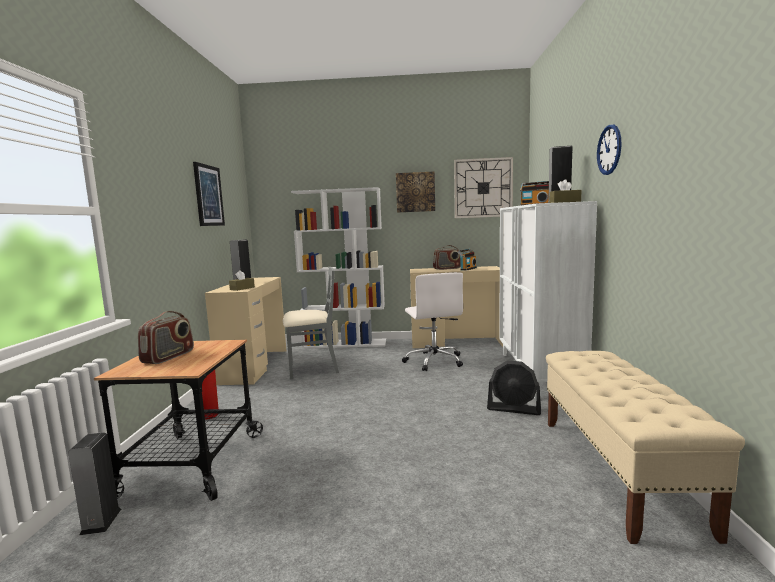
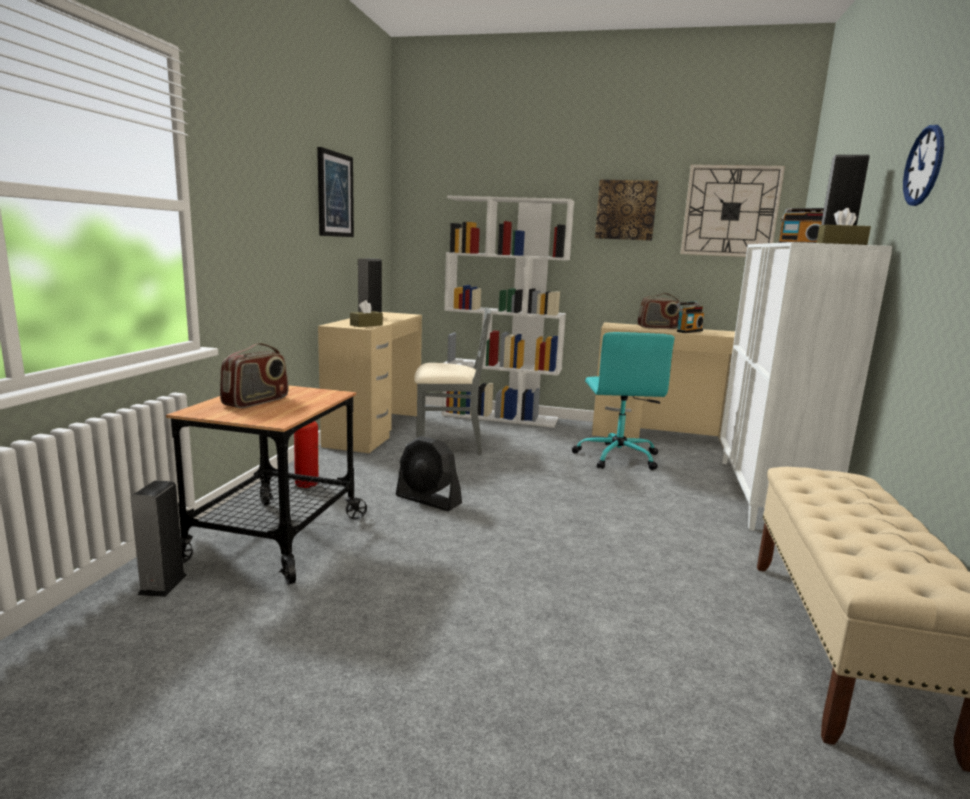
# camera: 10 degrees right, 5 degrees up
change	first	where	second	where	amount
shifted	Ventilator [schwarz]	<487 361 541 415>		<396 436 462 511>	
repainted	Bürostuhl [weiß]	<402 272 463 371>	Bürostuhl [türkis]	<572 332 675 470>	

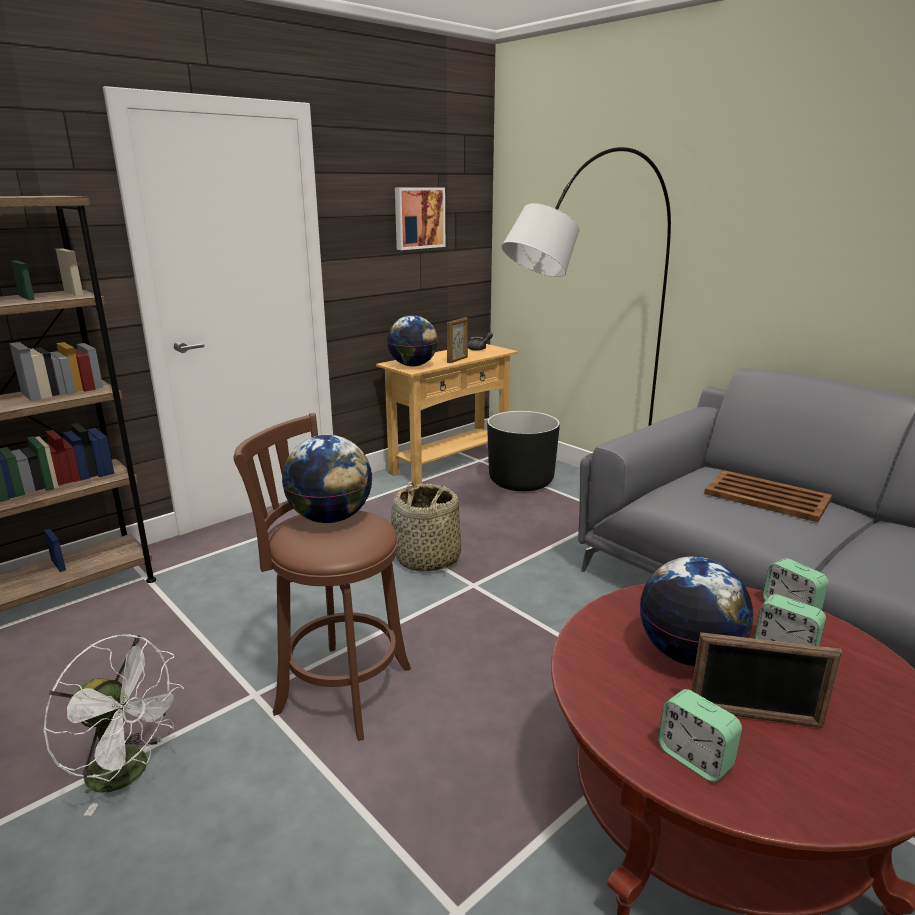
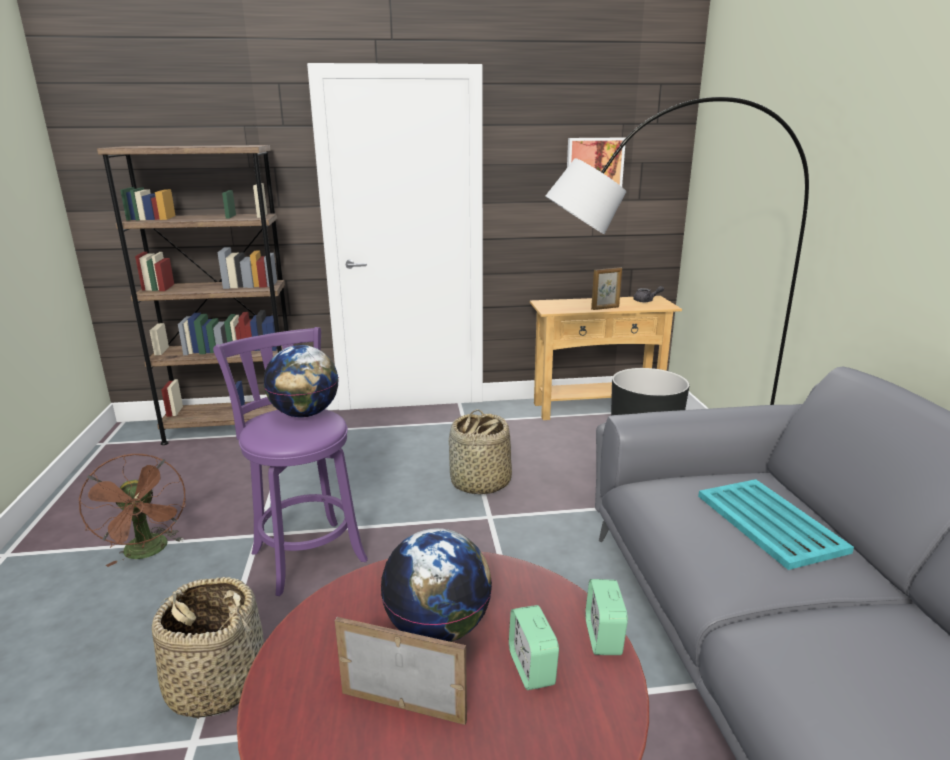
# camera: 35 degrees right, 0 degrees up
change	first	where	second	where	amount
gone	Globus	<387 315 438 366>			
gone	Wecker	<658 689 742 782>			
new			Korb	<152 577 264 719>	
repainted	Ventilator [weiß]	<43 634 184 816>	Ventilator [braun]	<79 454 186 567>	
repainted	Hocker [braun]	<234 413 411 741>	Hocker [lila]	<213 327 368 596>	
repainted	Tablett [braun]	<704 470 832 522>	Tablett [türkis]	<698 479 854 570>	
rotated	Bilderrahmen	<691 632 842 728>		<335 617 467 725>	150 degrees clockwise

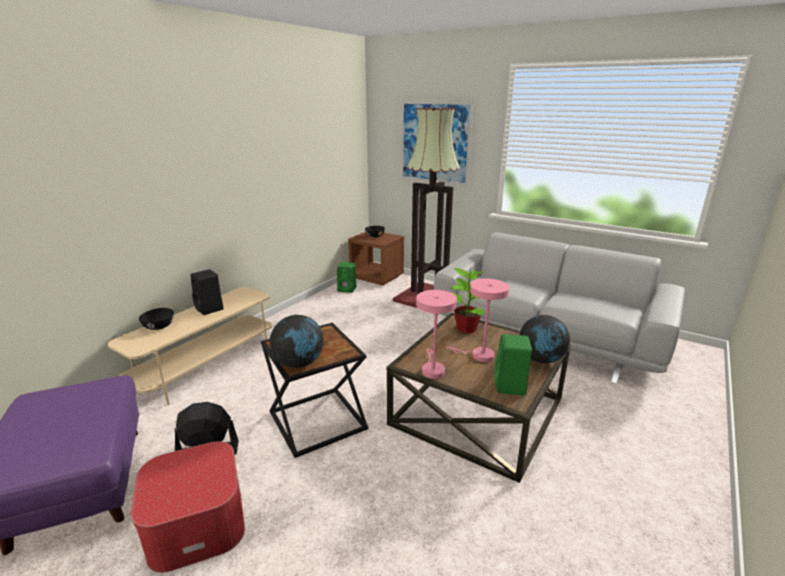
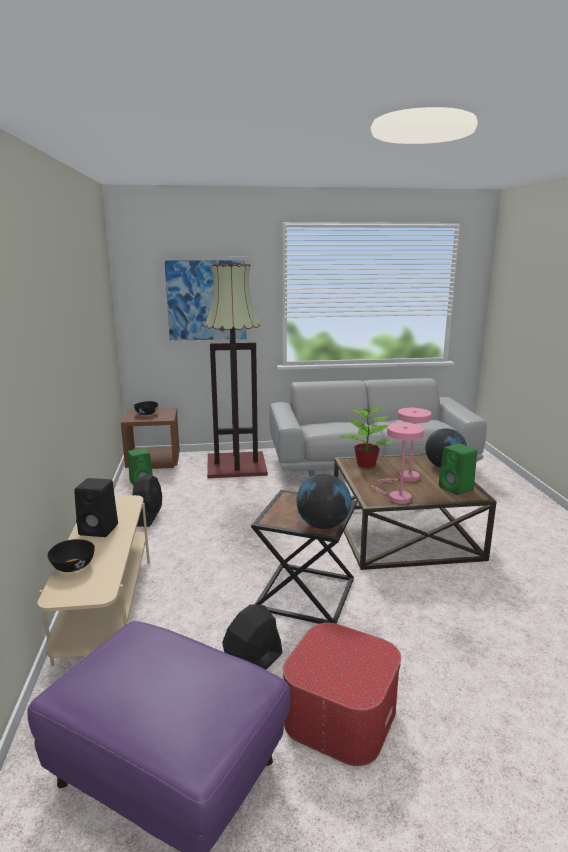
# camera: 40 degrees left, 5 degrees down
change	first	where	second	where	amount
new			Ventilator [schwarz]	<132 474 162 527>	

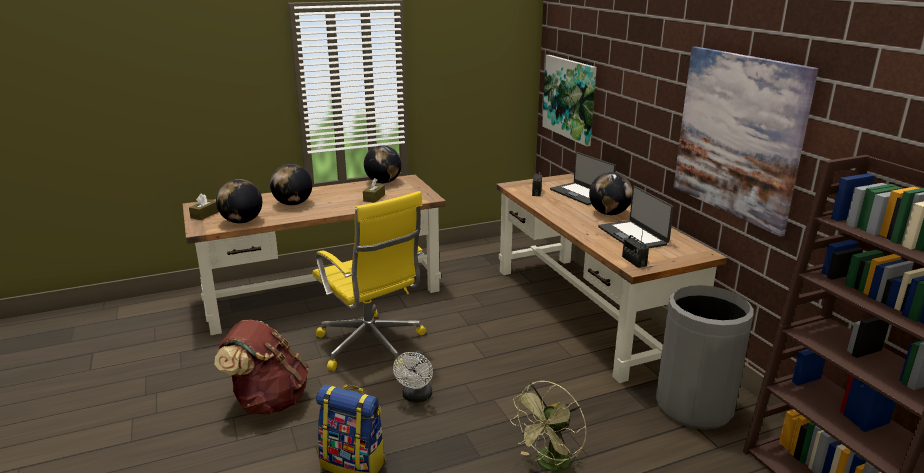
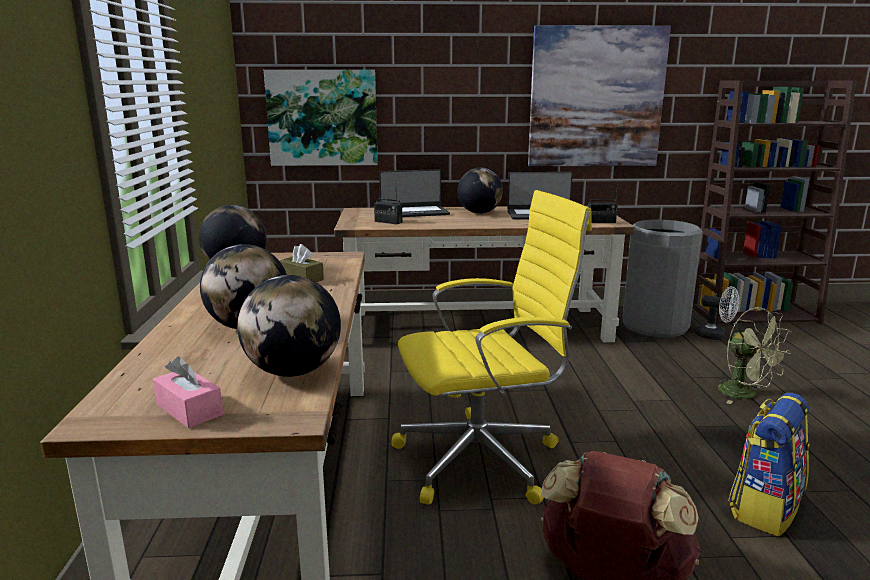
# camera: 70 degrees left, 5 degrees down
change	first	where	second	where	amount
shifted	Ventilator [weiß]	<393 351 433 402>		<695 286 739 340>	
repainted	Taschentuchbox [braun]	<189 193 219 220>	Taschentuchbox [rosa]	<153 356 223 428>	

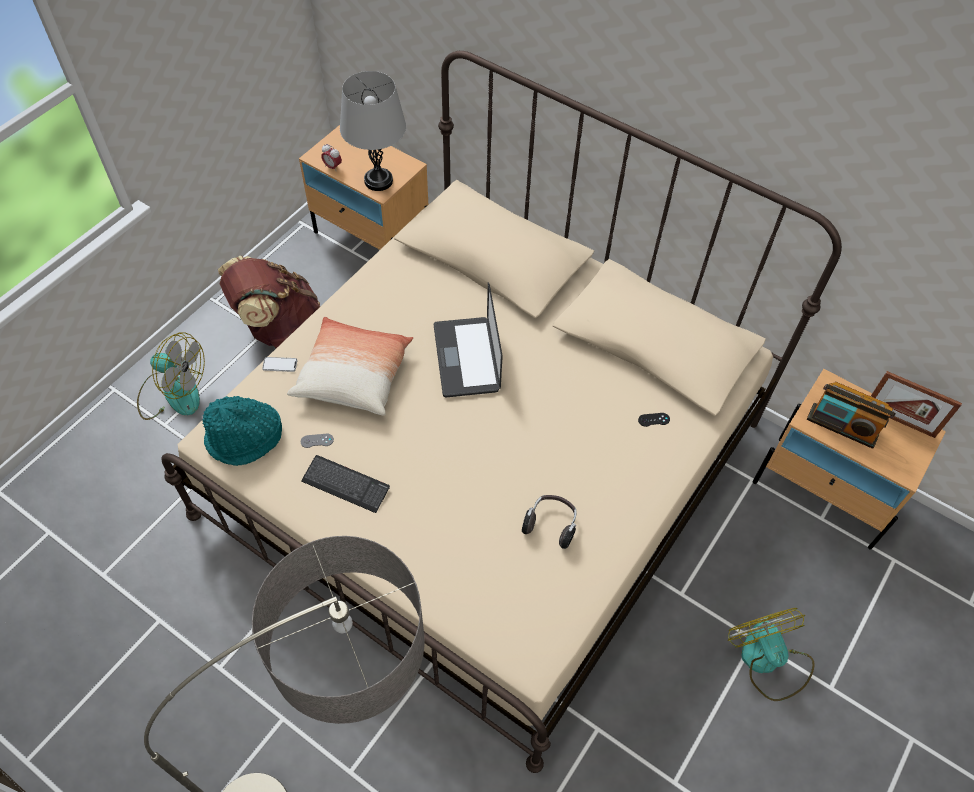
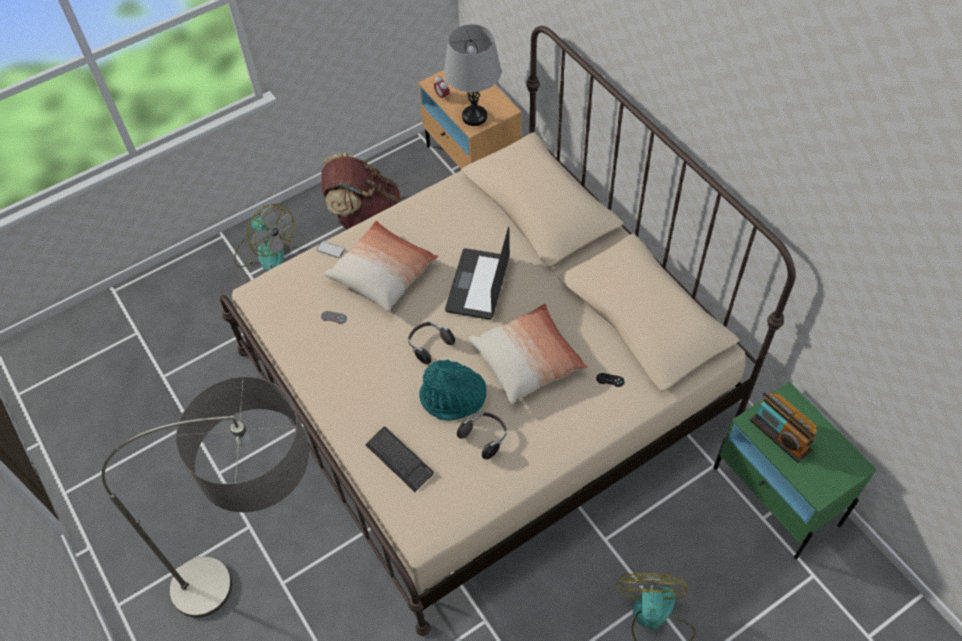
# camera: 25 degrees right, 0 degrees up
change	first	where	second	where	amount
gone	Bilderrahmen	<871 371 962 438>			
new			Kopfhörer	<408 322 455 364>	
new			Kissen	<468 304 588 404>	
shifted	Hut [türkis]	<202 396 282 466>		<419 360 487 421>	
shifted	Tastatur	<302 455 390 513>		<366 426 434 492>	
repainted	Nachttisch [beige]	<753 369 946 550>	Nachttisch [grün]	<713 382 877 559>	

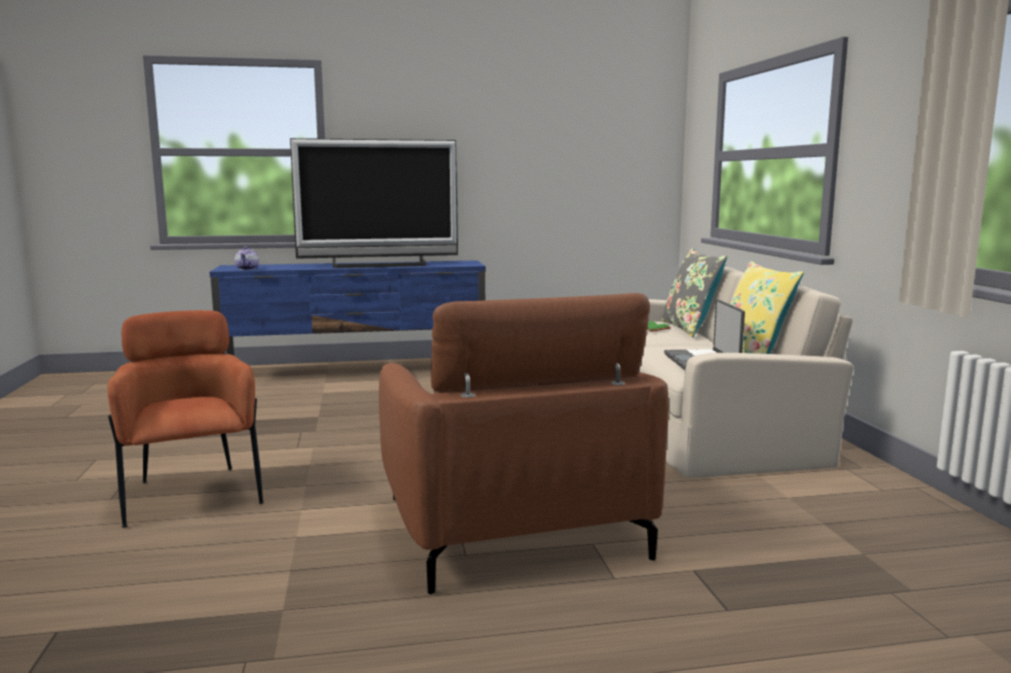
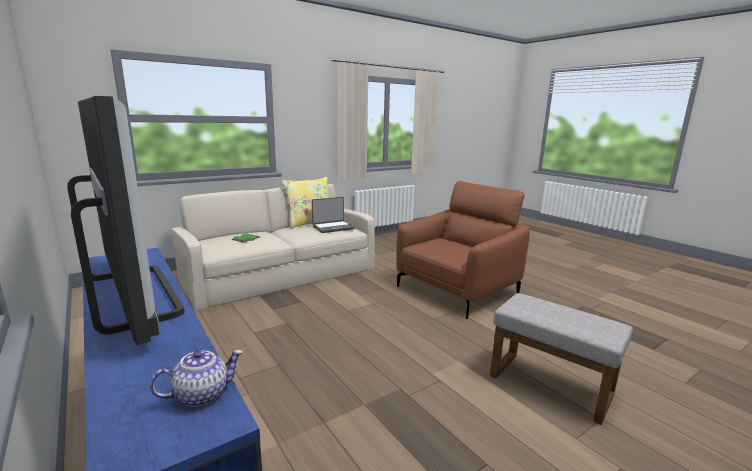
# camera: 115 degrees left, 5 degrees up
change	first	where	second	where	amount
gone	Kissen [grau]	<661 248 727 337>			
swapped	Sessel [braun]	<107 310 263 528>	Polsterhocker [grau]	<490 293 633 425>	

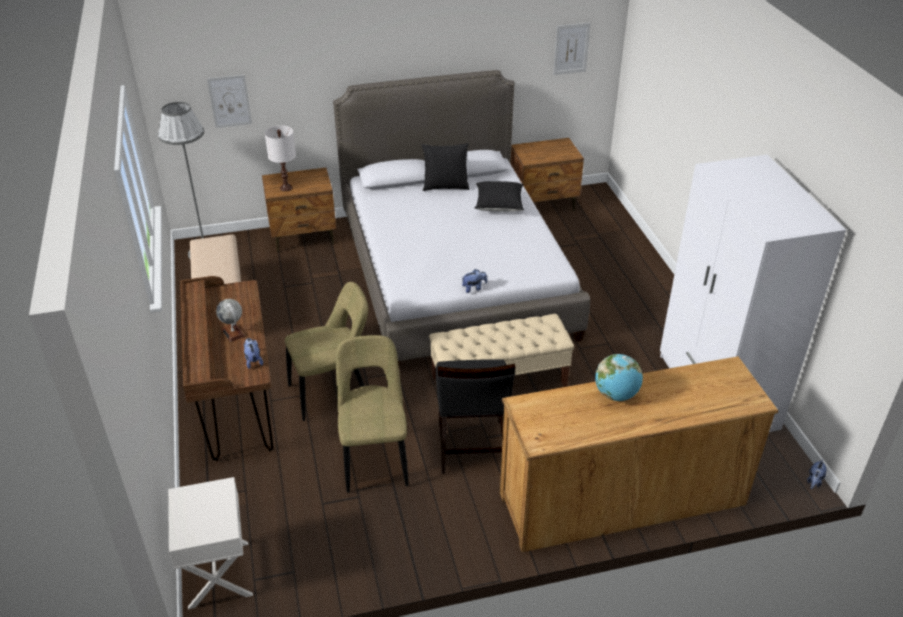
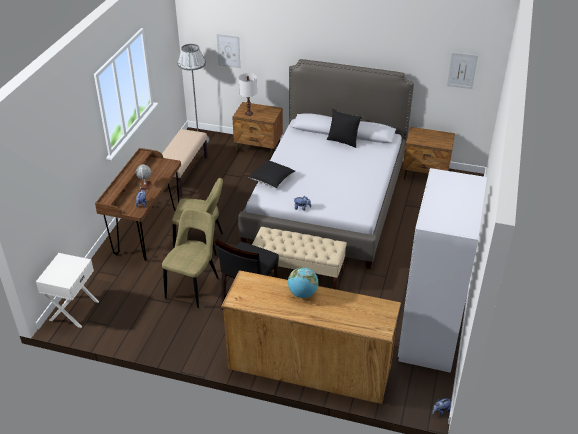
# camera: 30 degrees right, 0 degrees up
change	first	where	second	where	amount
shifted	Kissen [schwarz]	<475 181 524 212>		<248 160 295 188>	

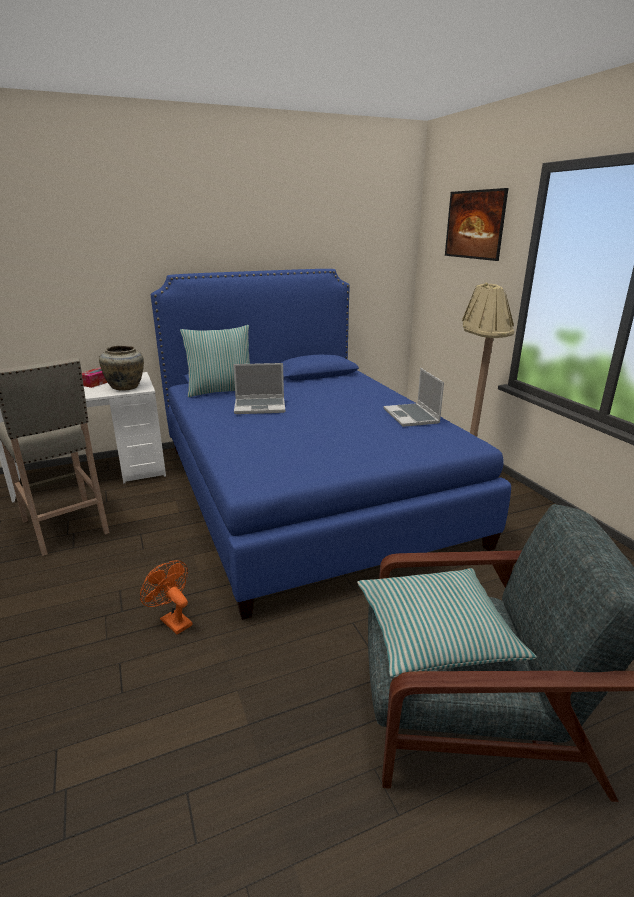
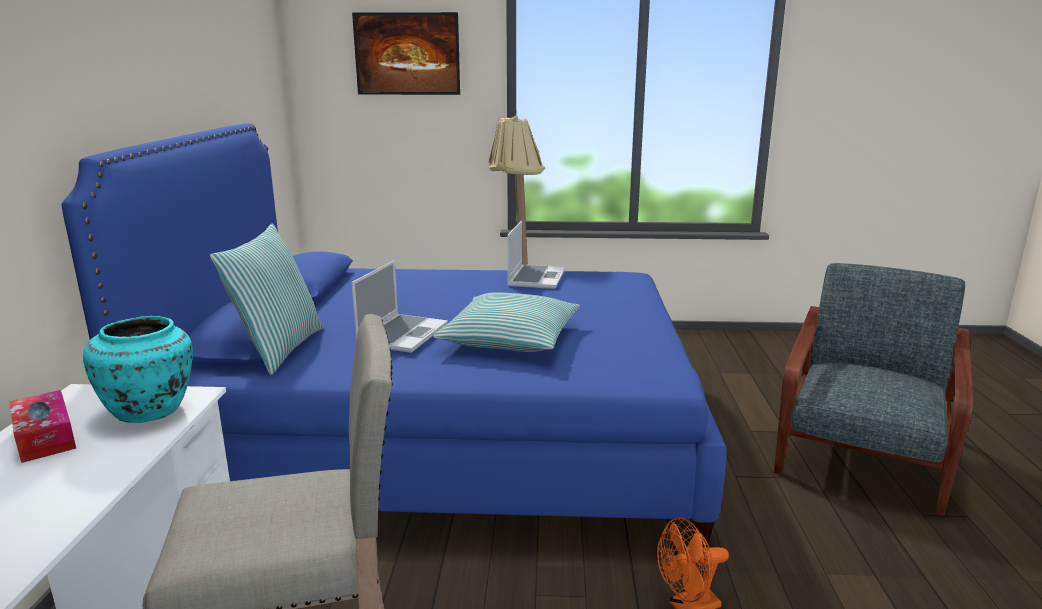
# camera: 65 degrees left, 5 degrees down
change	first	where	second	where	amount
shifted	Kissen	<357 568 537 677>		<433 292 580 352>	
repainted	Vase [beige]	<99 346 144 390>	Vase [türkis]	<83 316 193 423>	
rotated	Laptop	<384 368 444 427>		<507 221 565 289>	90 degrees counterclockwise

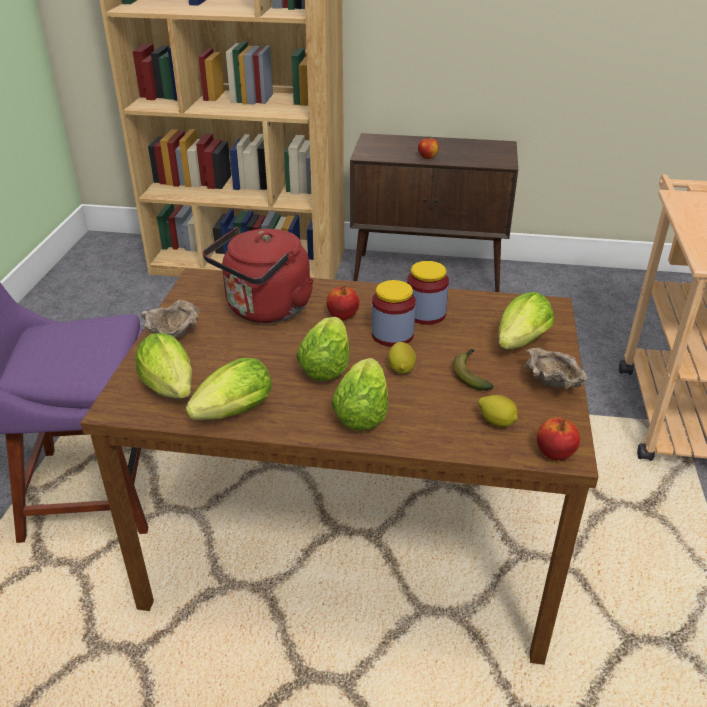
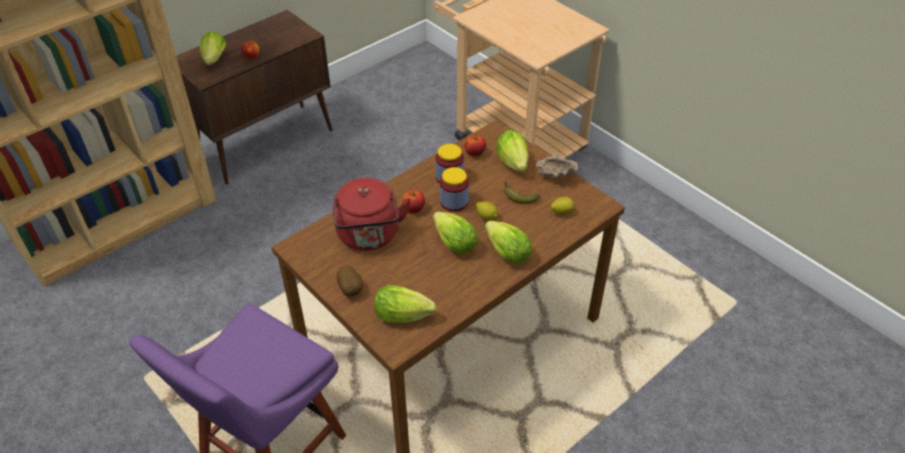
# camera: 50 degrees left, 10 degrees up
change	first	where	second	where	amount
shifted	Salatkopf	<186 358 272 420>		<199 31 227 65>	
shifted	Apfel	<537 418 580 460>		<465 135 486 157>	
swapped	Schüssel [beige]	<141 300 201 338>	Kartoffel	<337 265 363 297>	

